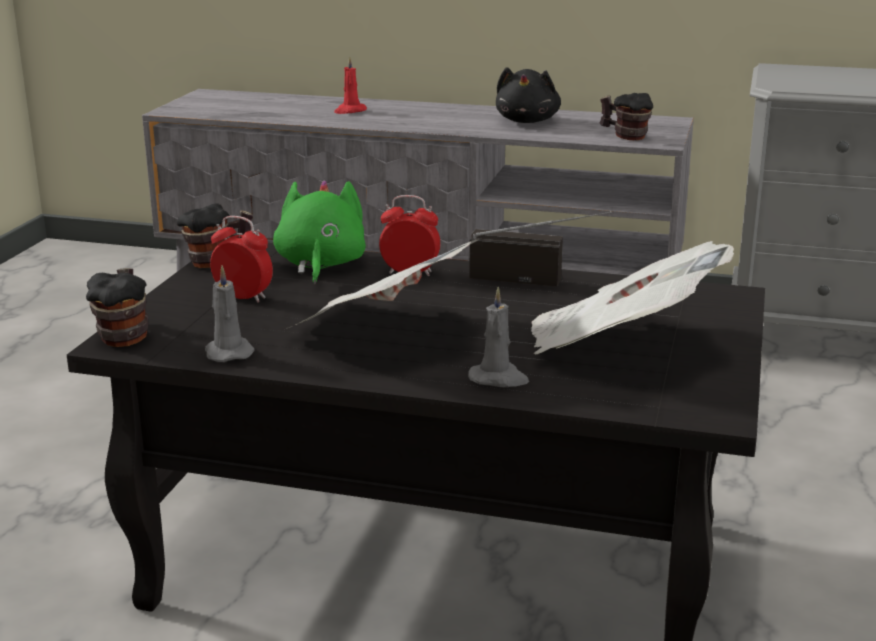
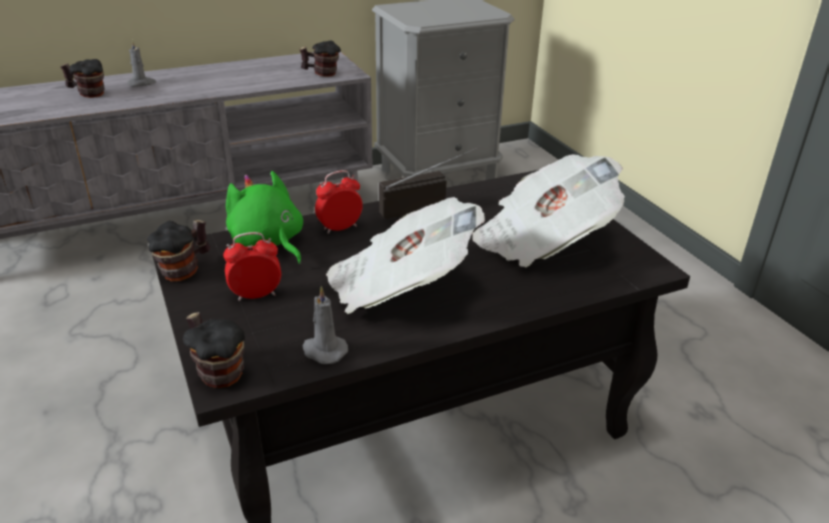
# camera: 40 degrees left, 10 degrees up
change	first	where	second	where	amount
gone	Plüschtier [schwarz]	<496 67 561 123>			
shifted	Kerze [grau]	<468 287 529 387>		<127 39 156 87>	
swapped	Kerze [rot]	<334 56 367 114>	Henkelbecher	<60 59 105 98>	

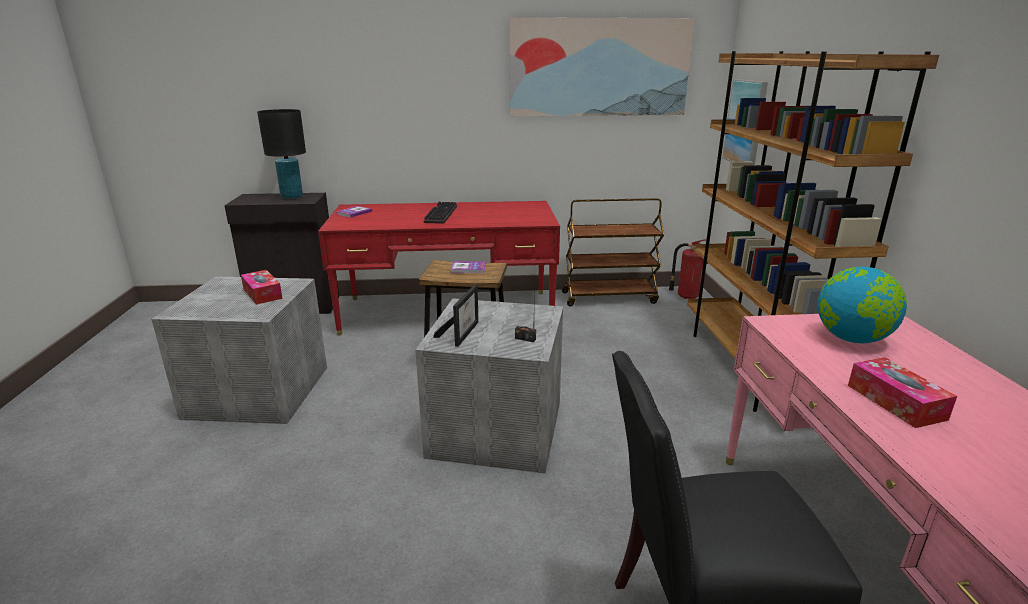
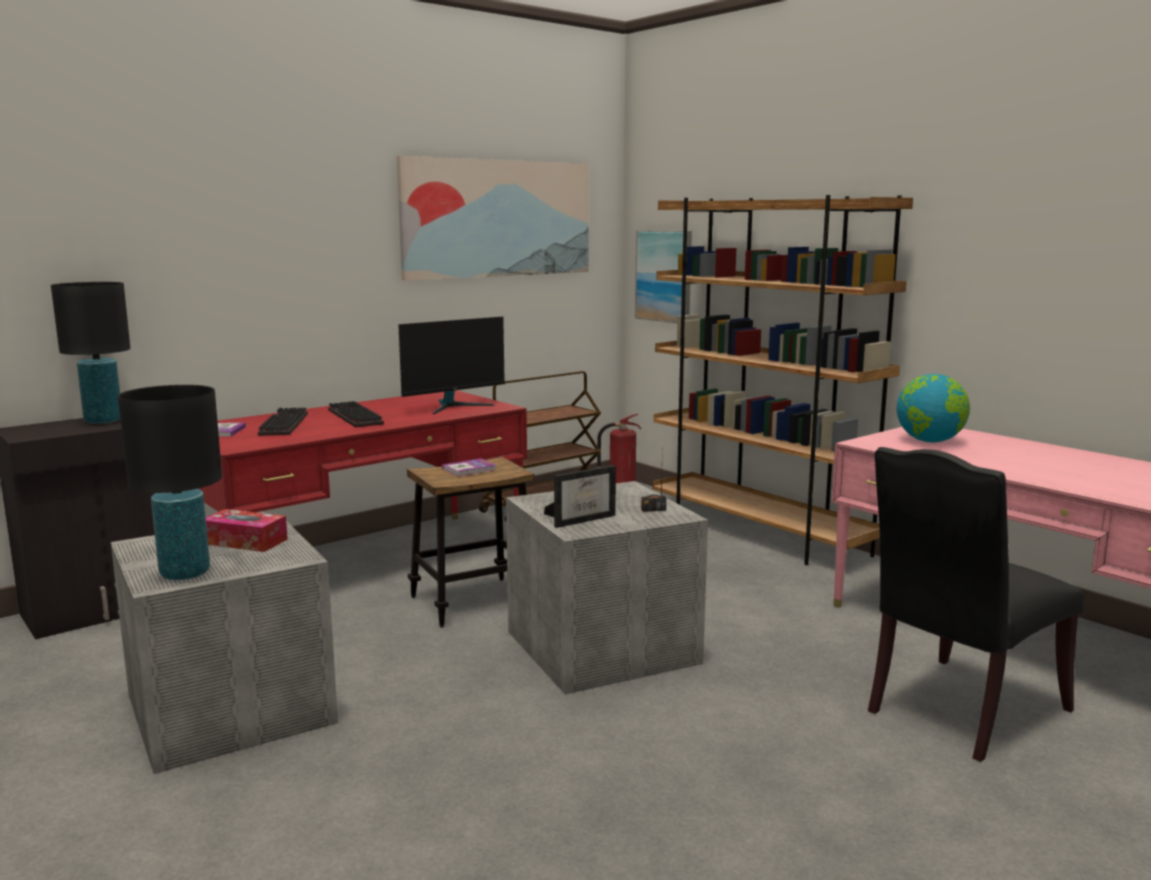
# camera: 35 degrees left, 10 degrees down
change	first	where	second	where	amount
gone	Taschentuchbox	<848 357 957 428>			
new			Tischlampe [schwarz]	<118 385 222 580>	
new			Tastatur	<258 408 308 436>	
new			Monitor	<398 317 505 414>	
rotated	Bilderrahmen	<433 284 479 347>		<544 465 616 528>	75 degrees clockwise

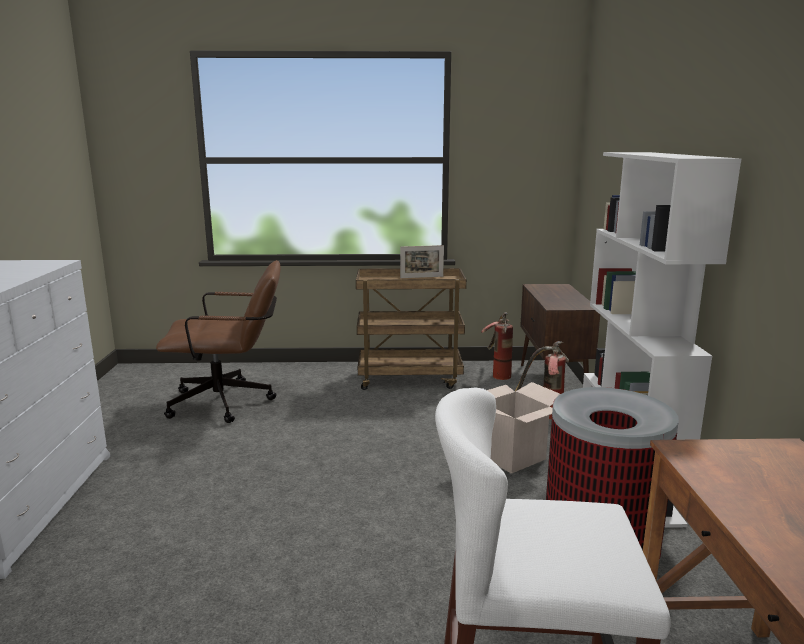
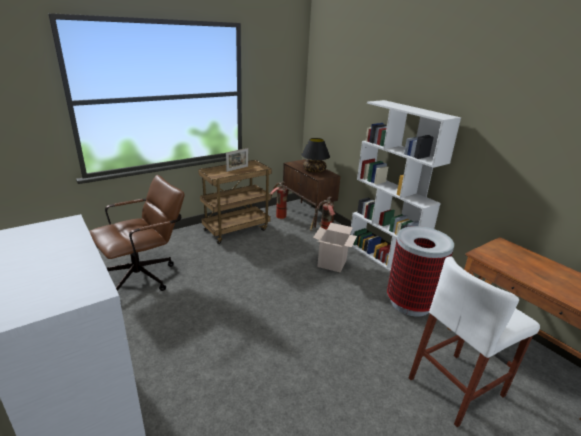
# camera: 35 degrees left, 10 degrees up
change	first	where	second	where	amount
new			Tischlampe [schwarz]	<301 138 330 173>	

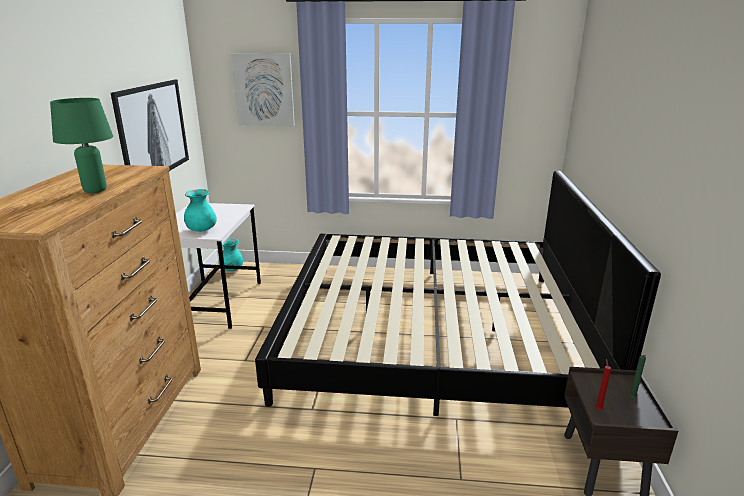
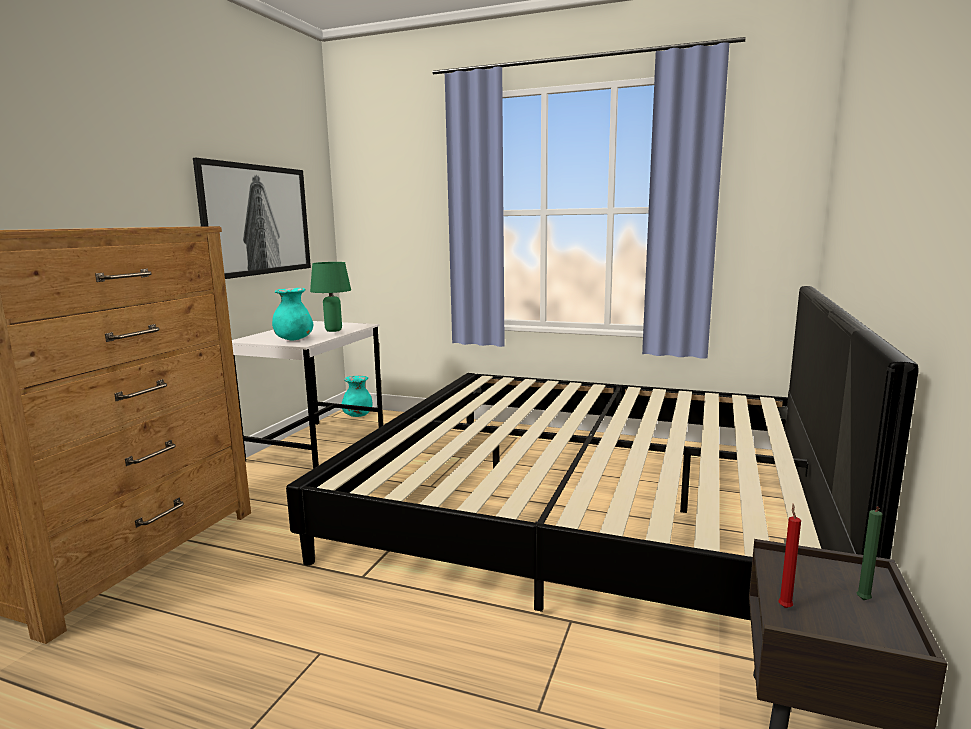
# camera: 15 degrees right, 10 degrees down
change	first	where	second	where	amount
gone	Bild	<231 53 295 126>			
shifted	Tischlampe [grün]	<50 98 113 193>		<310 262 351 332>	

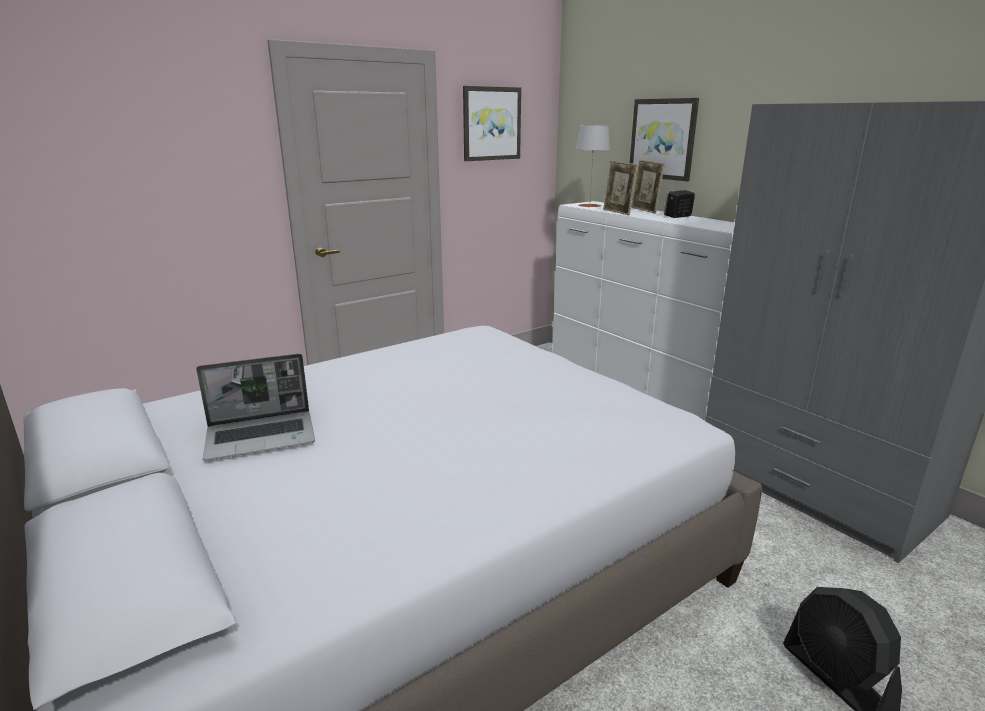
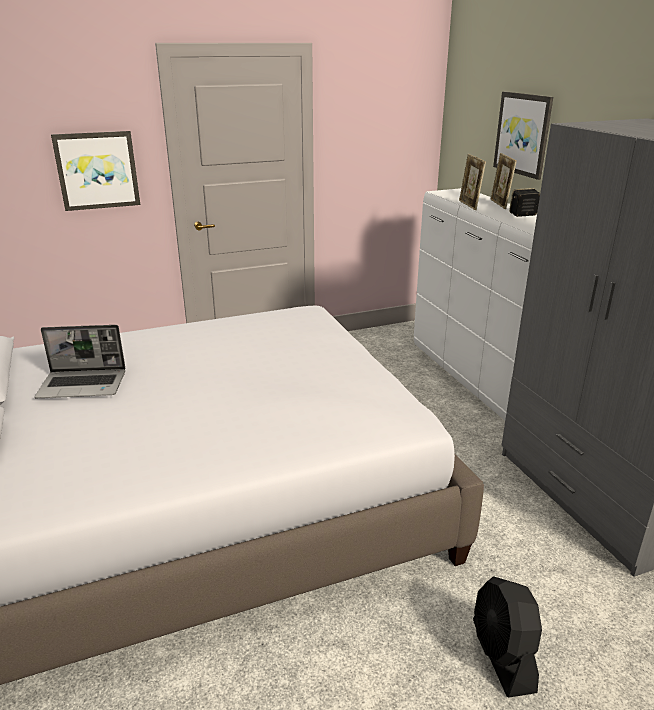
# camera: 15 degrees right, 5 degrees up
change	first	where	second	where	amount
gone	Tischlampe [grau]	<576 125 611 207>			
shifted	Bild	<463 86 521 161>		<51 131 140 211>	

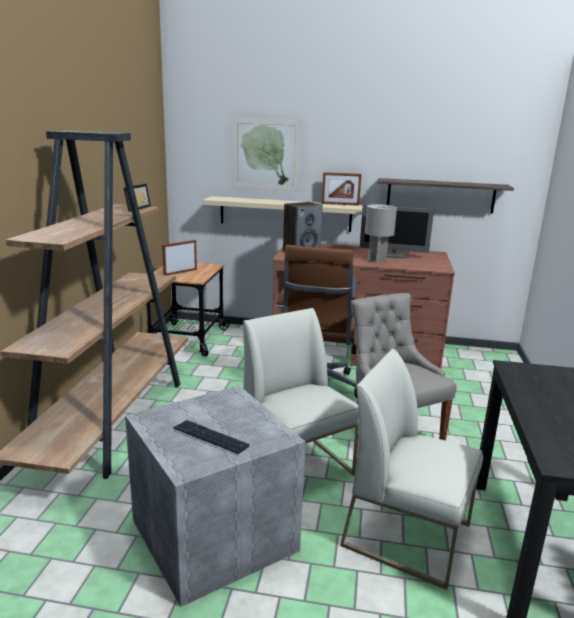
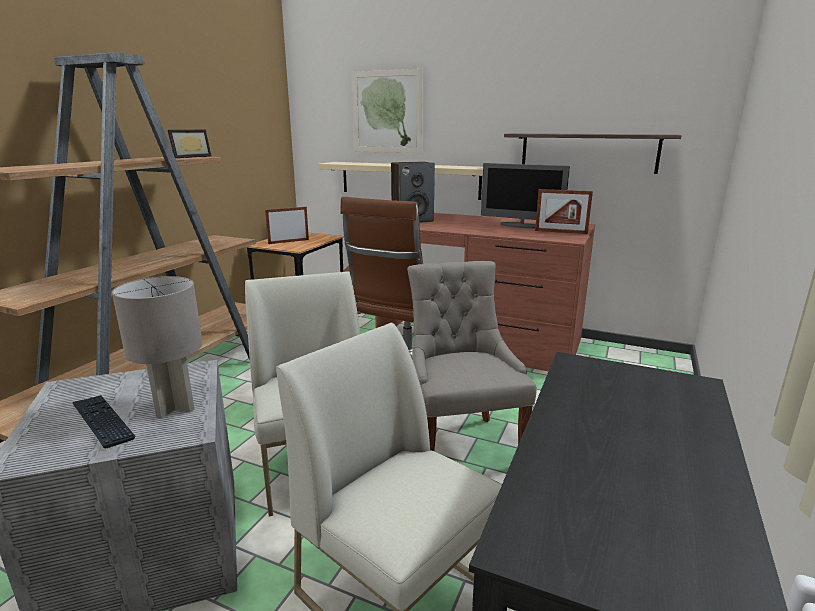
# camera: 15 degrees right, 0 degrees up
change	first	where	second	where	amount
shifted	Bilderrahmen	<322 172 362 206>		<535 189 593 234>	
shifted	Tischlampe [grau]	<365 204 397 263>		<112 276 202 419>	

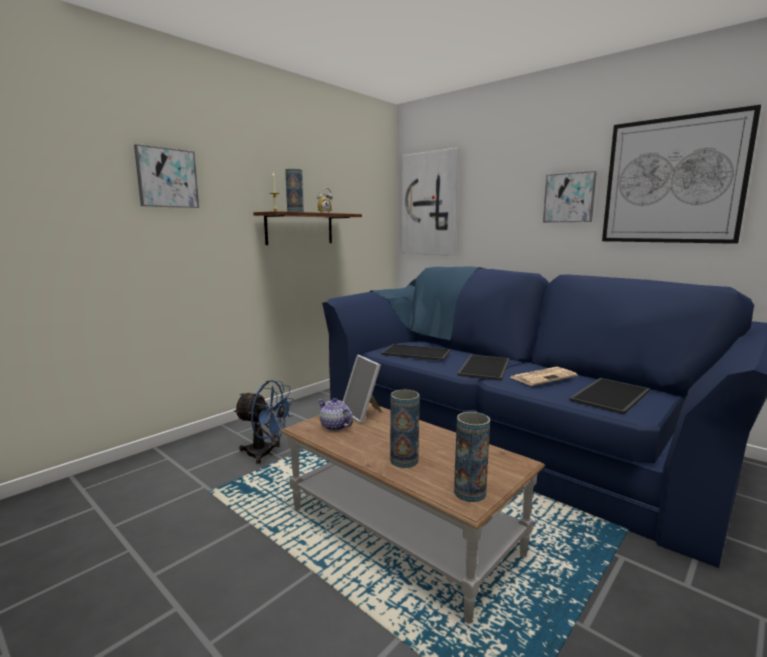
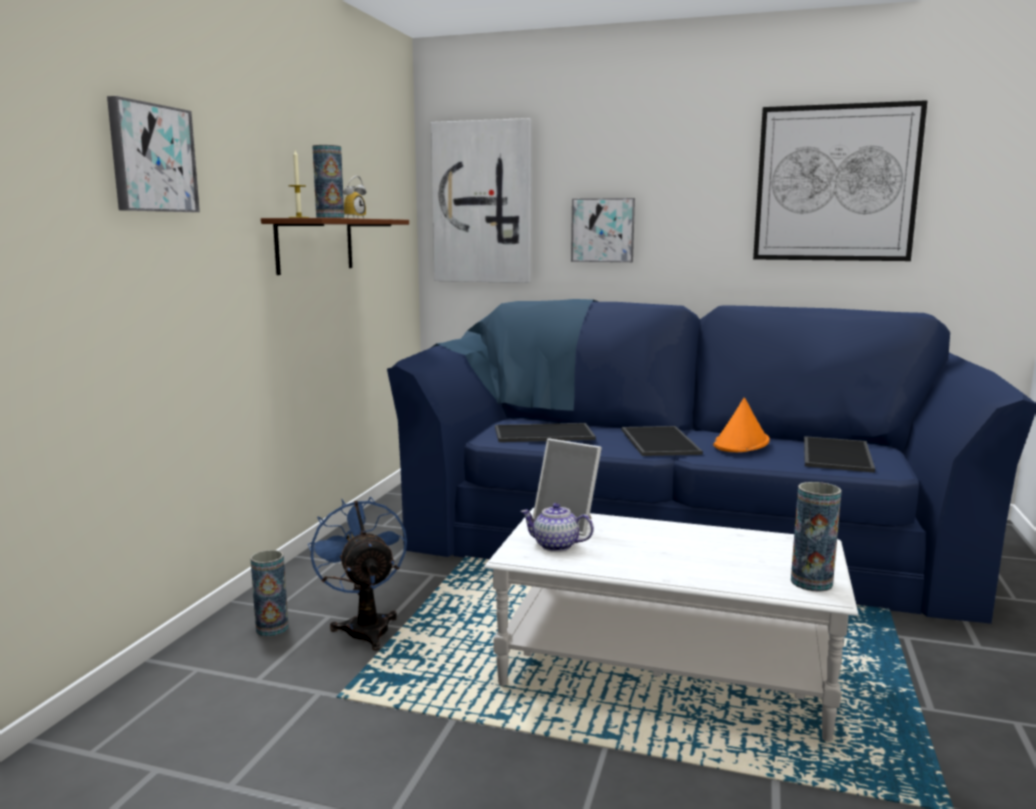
# camera: 25 degrees left, 0 degrees up
change	first	where	second	where	amount
shifted	Vase	<390 389 420 468>		<251 550 288 637>	
shifted	Bild	<543 171 597 222>		<571 198 635 262>	
swapped	Zeitung	<510 367 578 386>	Hut [orange]	<713 398 770 452>	
repainted	Couchtisch [braun]	<280 403 545 624>	Couchtisch [weiß]	<484 508 859 742>	
rotated	Ventilator [blau]	<233 380 294 464>		<308 497 407 651>	105 degrees counterclockwise

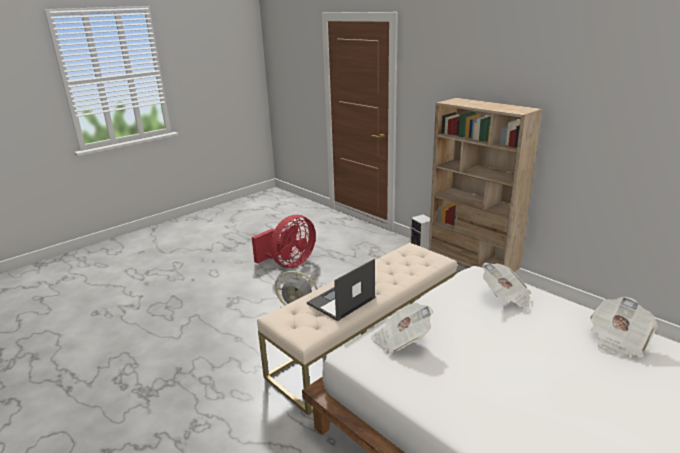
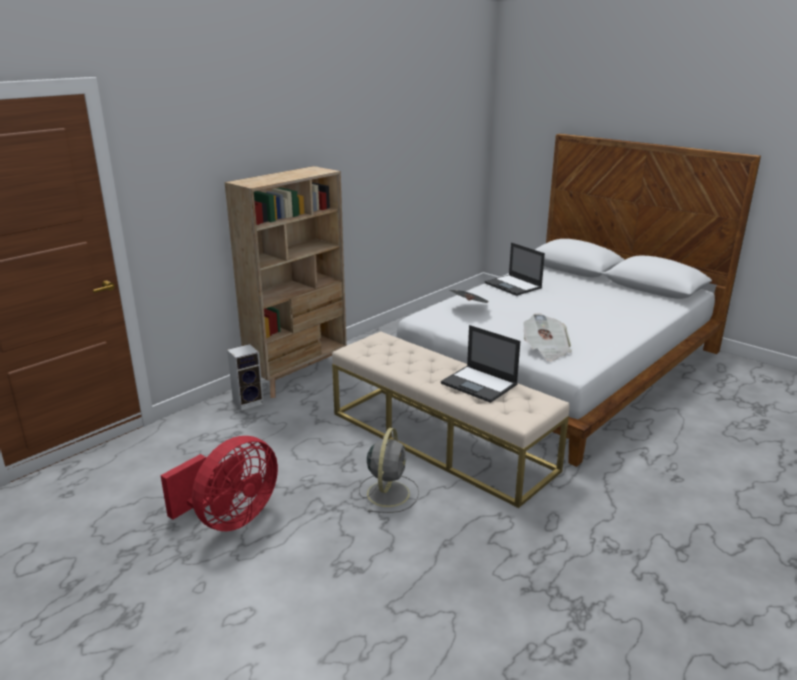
# camera: 95 degrees left, 0 degrees up
change	first	where	second	where	amount
swapped	Zeitung	<590 297 658 357>	Laptop	<485 242 545 296>	
rotated	Ventilator [rot]	<252 215 316 268>		<160 436 278 531>	90 degrees clockwise

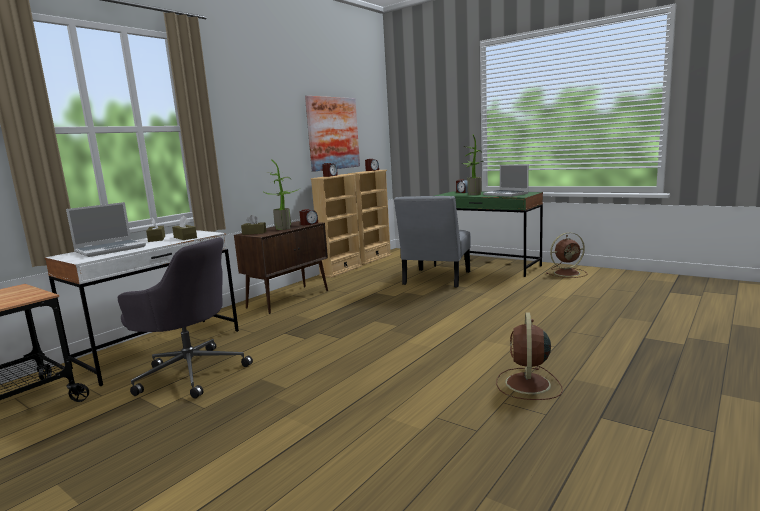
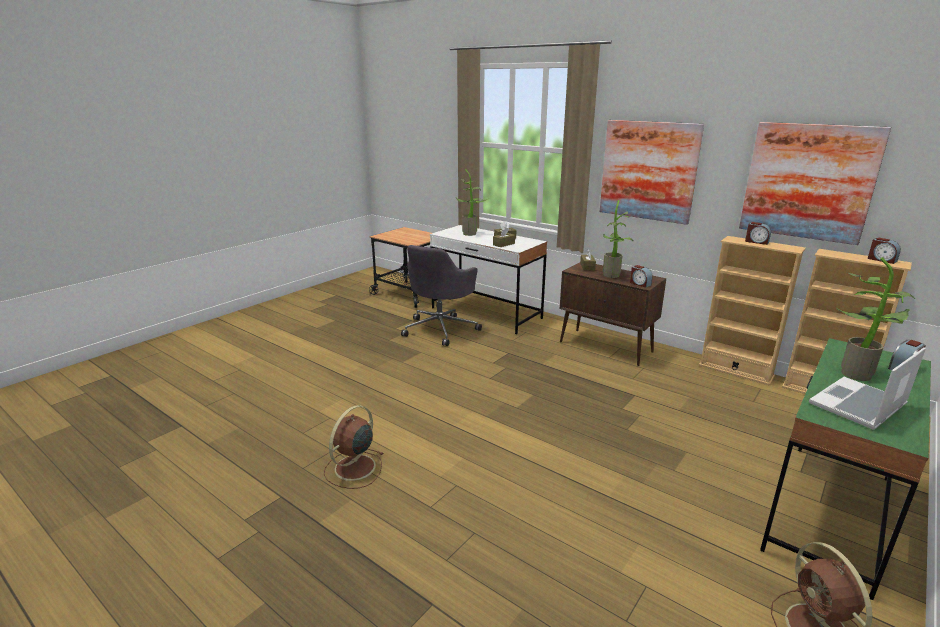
# camera: 90 degrees right, 10 degrees up
change	first	where	second	where	amount
gone	Stuhl [grau]	<394 196 471 288>			
new			Bild	<600 120 704 225>	
swapped	Laptop	<66 202 146 257>	Topfpflanze	<456 169 489 236>	
rotated	Ventilator [braun]	<496 312 563 400>		<324 405 384 489>	75 degrees counterclockwise

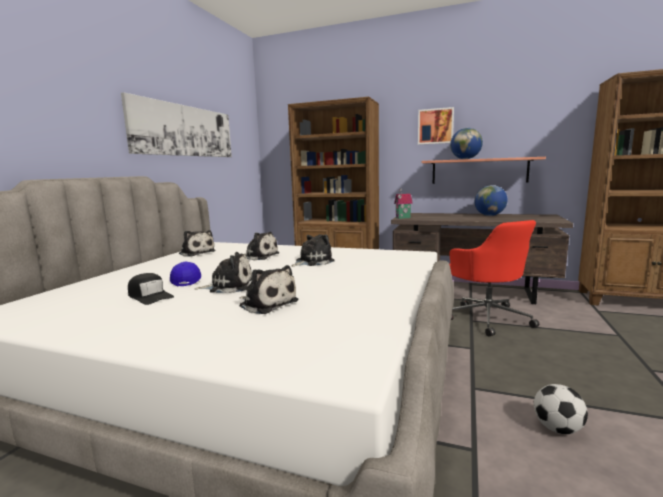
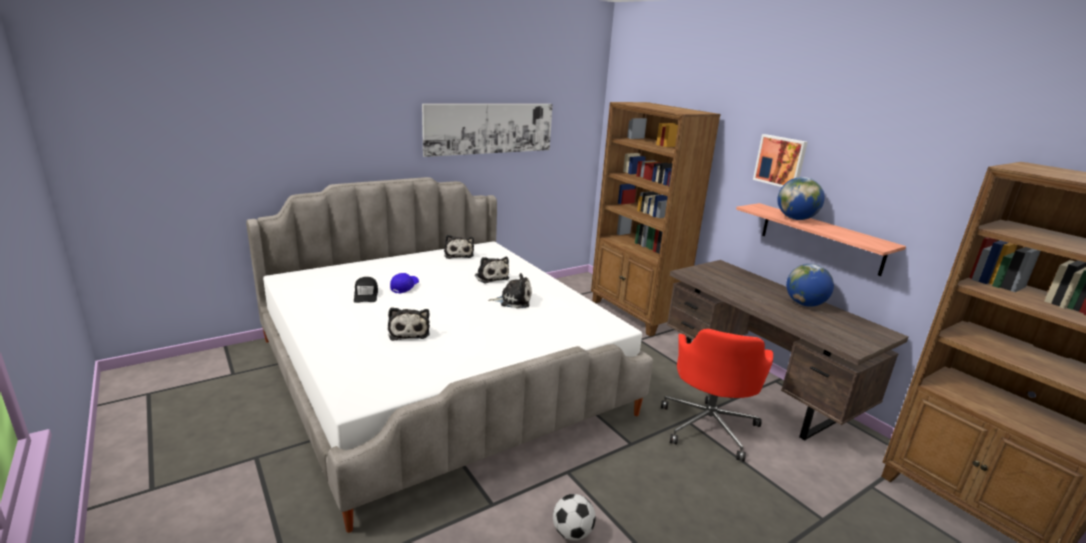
# camera: 35 degrees right, 10 degrees up
change	first	where	second	where	amount
gone	Plüschtier	<195 252 252 293>			
gone	Spielzeughaus	<394 188 413 219>			

